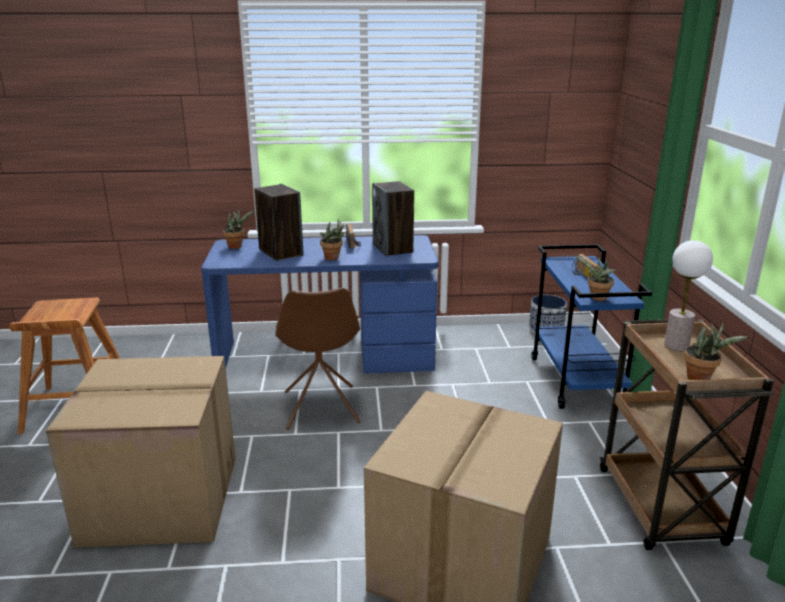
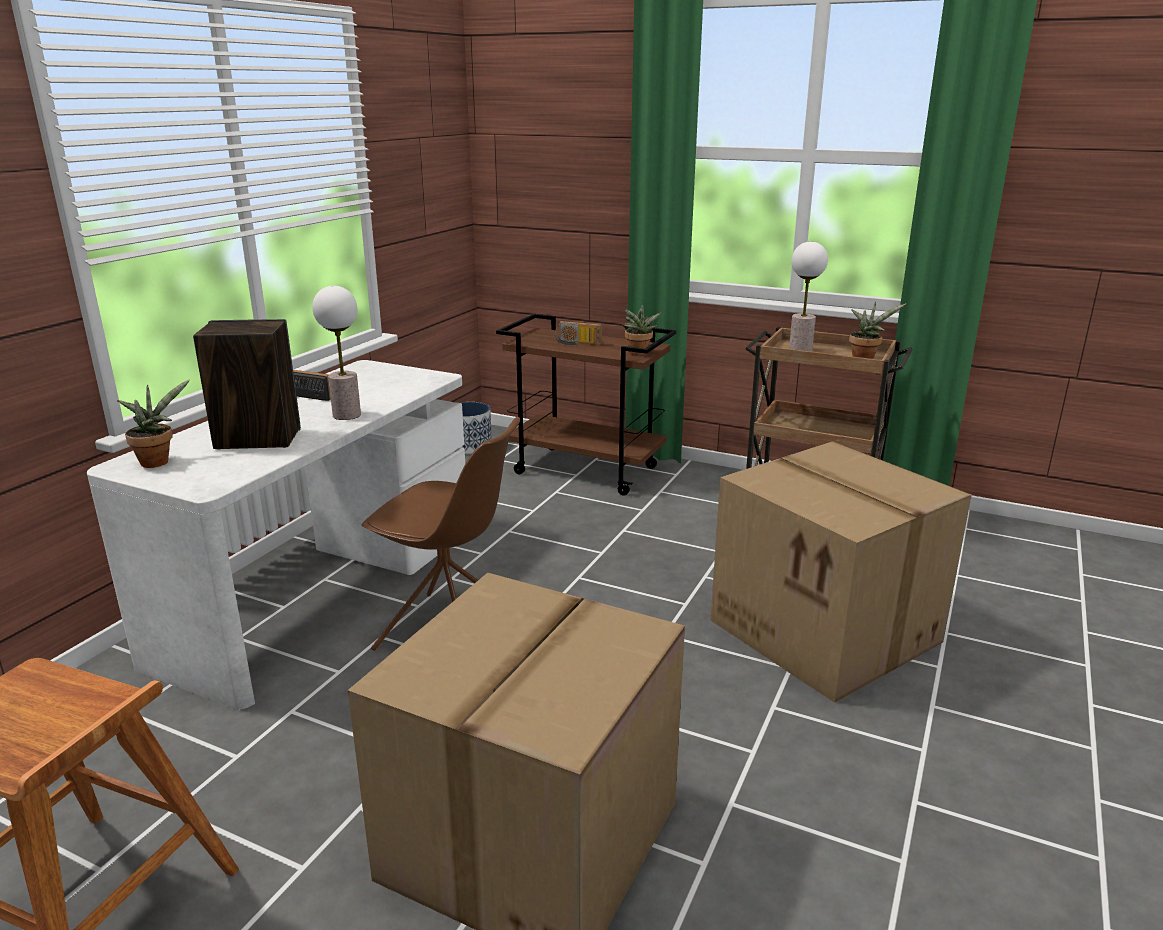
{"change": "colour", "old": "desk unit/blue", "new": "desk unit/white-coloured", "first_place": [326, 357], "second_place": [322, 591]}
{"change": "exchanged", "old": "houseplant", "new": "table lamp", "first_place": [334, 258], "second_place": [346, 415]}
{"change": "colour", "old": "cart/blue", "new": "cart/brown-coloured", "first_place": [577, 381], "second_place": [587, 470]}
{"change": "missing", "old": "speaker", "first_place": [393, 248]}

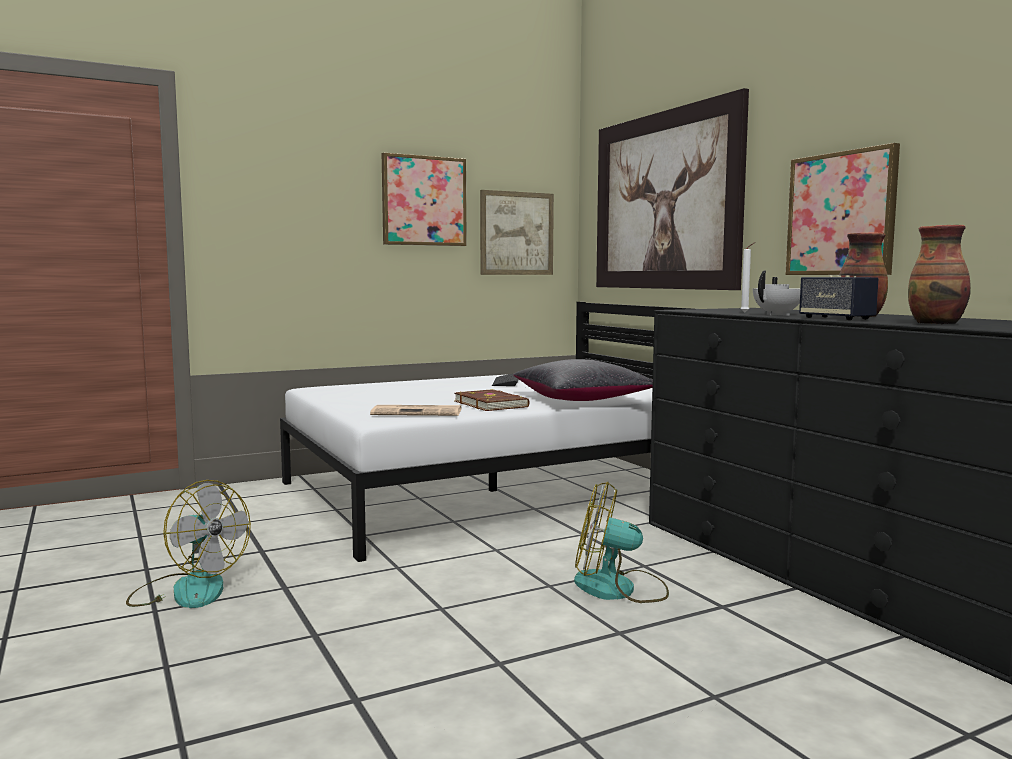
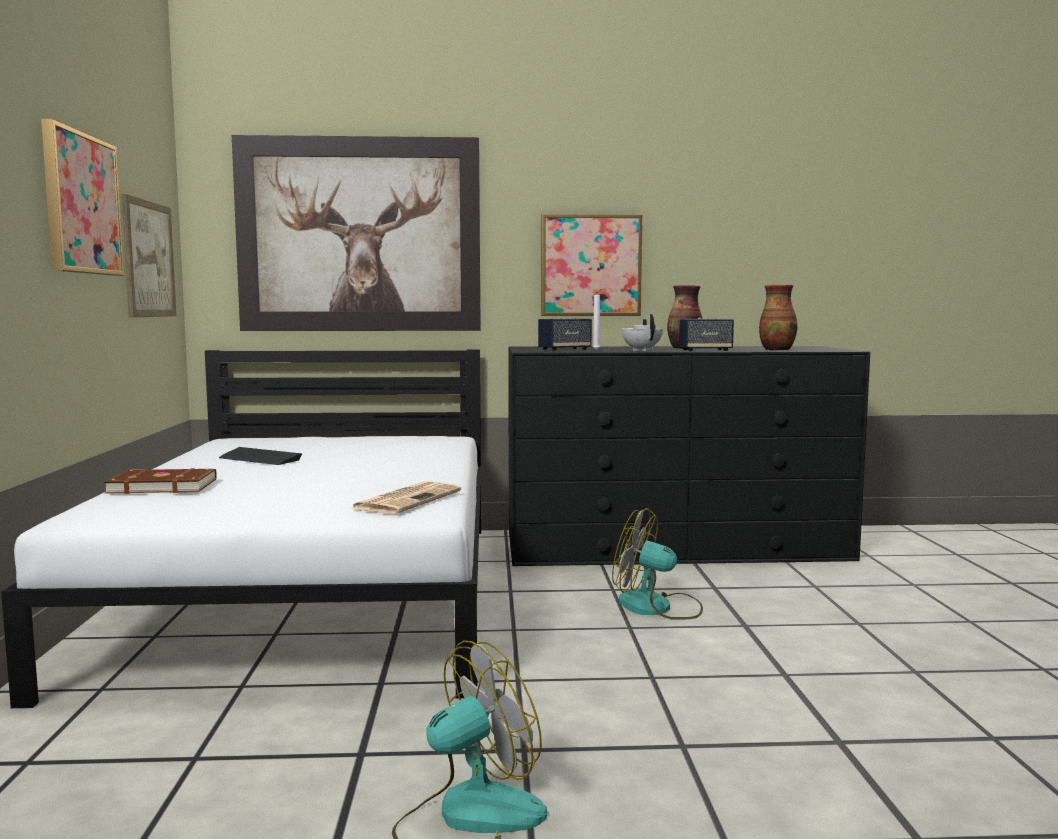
{"change": "relocated", "old": "bound book/brown-coloured", "first_place": [491, 404], "second_place": [162, 486]}
{"change": "appeared", "new": "speaker", "second_place": [564, 349]}
{"change": "spun", "old": "fan", "first_place": [619, 589], "second_place": [657, 607], "degrees": 75}
{"change": "missing", "old": "cushion/black-coloured", "first_place": [581, 399]}

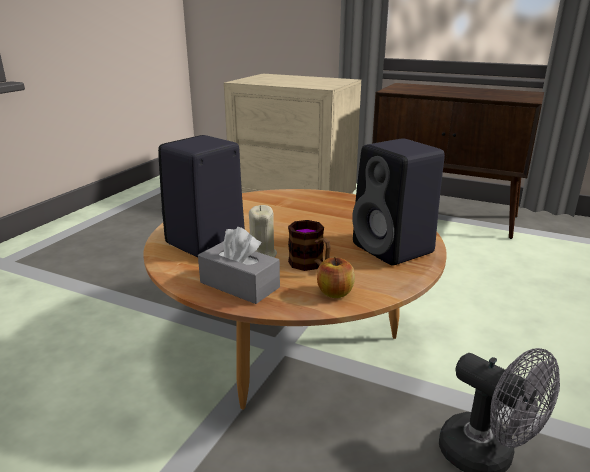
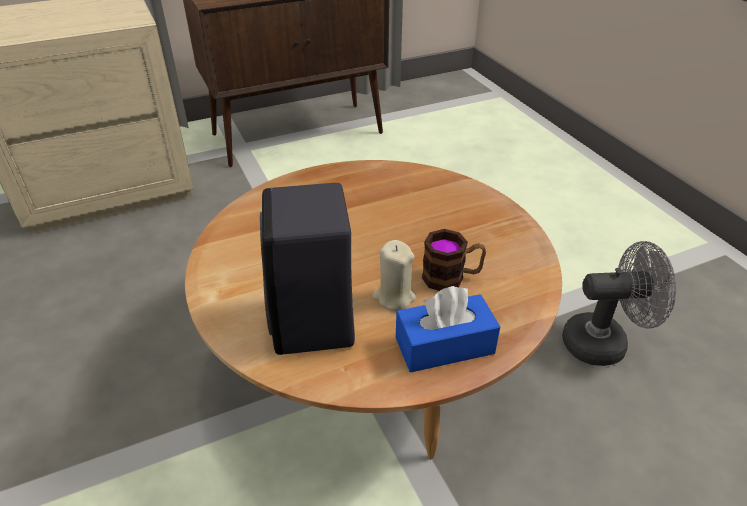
{"change": "colour", "old": "tissue box/gray", "new": "tissue box/blue", "first_place": [239, 285], "second_place": [444, 345]}
{"change": "missing", "old": "apple fruit", "first_place": [335, 293]}
{"change": "missing", "old": "speaker/black-coloured", "first_place": [395, 249]}

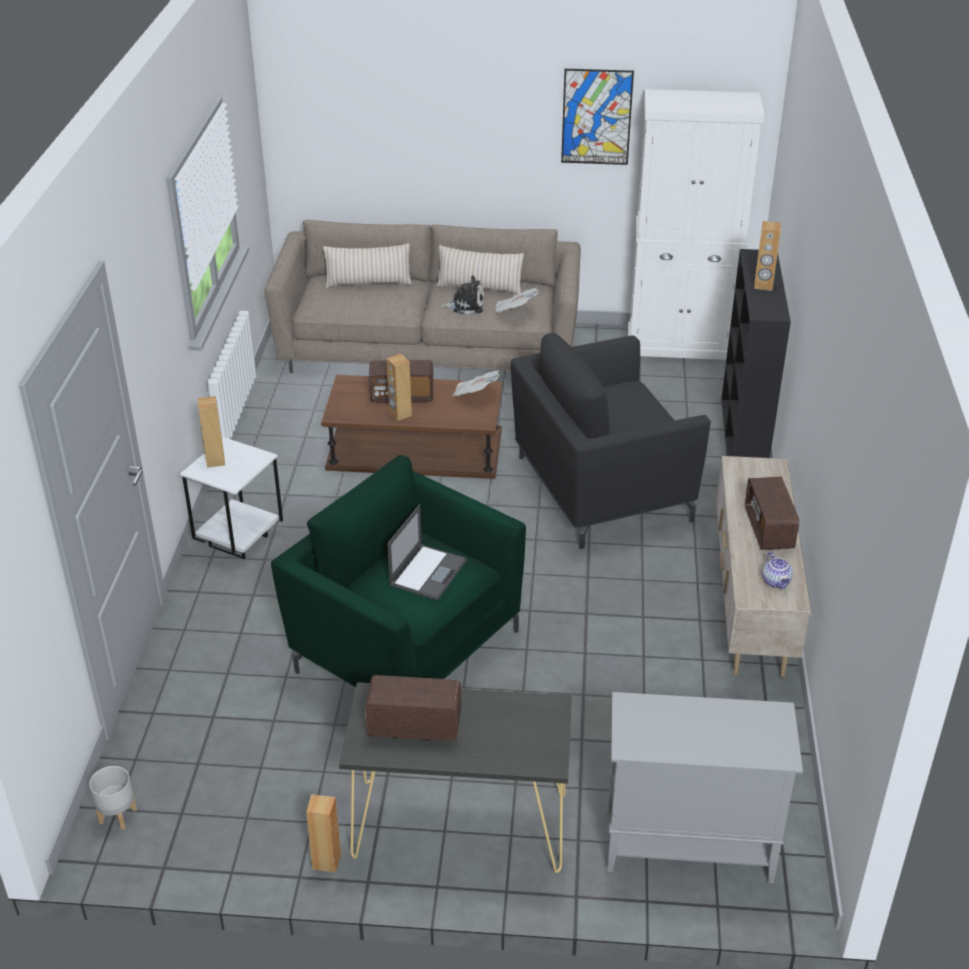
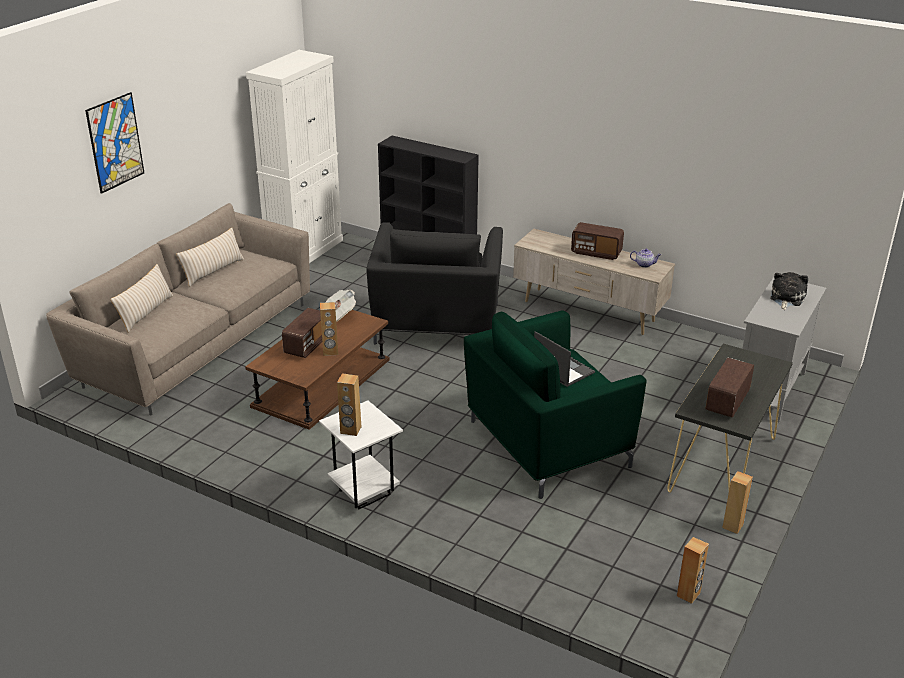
{"change": "relocated", "old": "picture", "first_place": [596, 117], "second_place": [115, 142]}
{"change": "relocated", "old": "speaker/brown-coloured", "first_place": [763, 285], "second_place": [688, 594]}
{"change": "relocated", "old": "soft toy", "first_place": [466, 305], "second_place": [786, 298]}
{"change": "missing", "old": "flower pot/gray", "first_place": [117, 815]}
{"change": "missing", "old": "newspaper", "first_place": [514, 311]}

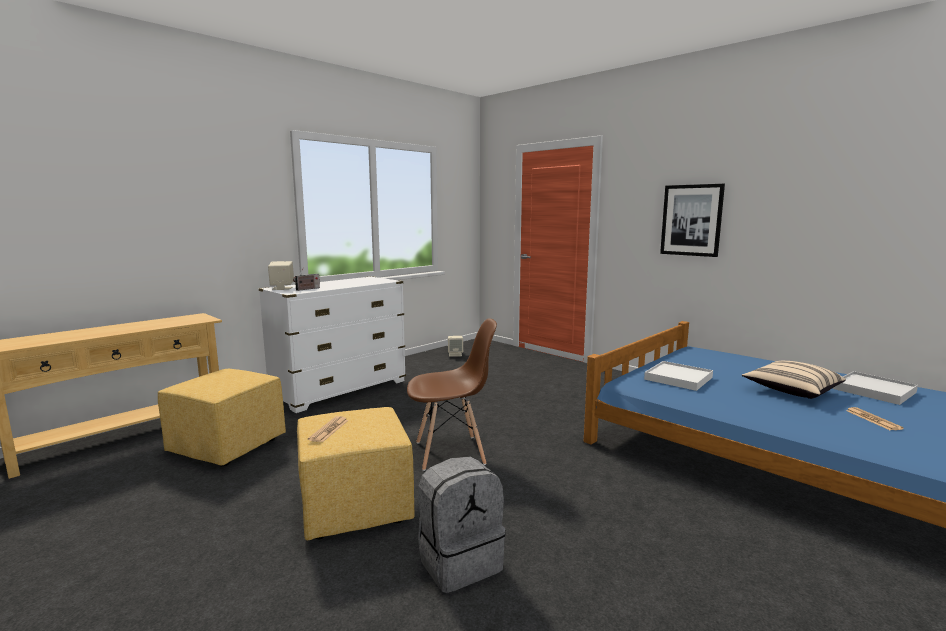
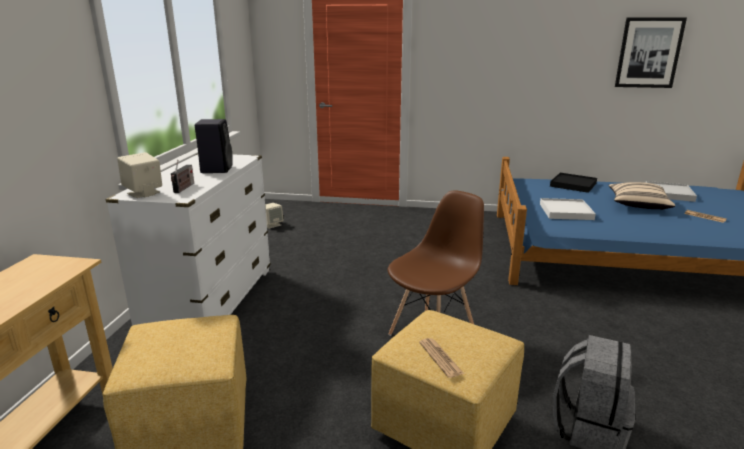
{"change": "appeared", "new": "speaker/black-coloured", "second_place": [216, 169]}
{"change": "appeared", "new": "carrying tray/black-coloured", "second_place": [573, 184]}
{"change": "relocated", "old": "picture", "first_place": [691, 220], "second_place": [649, 53]}

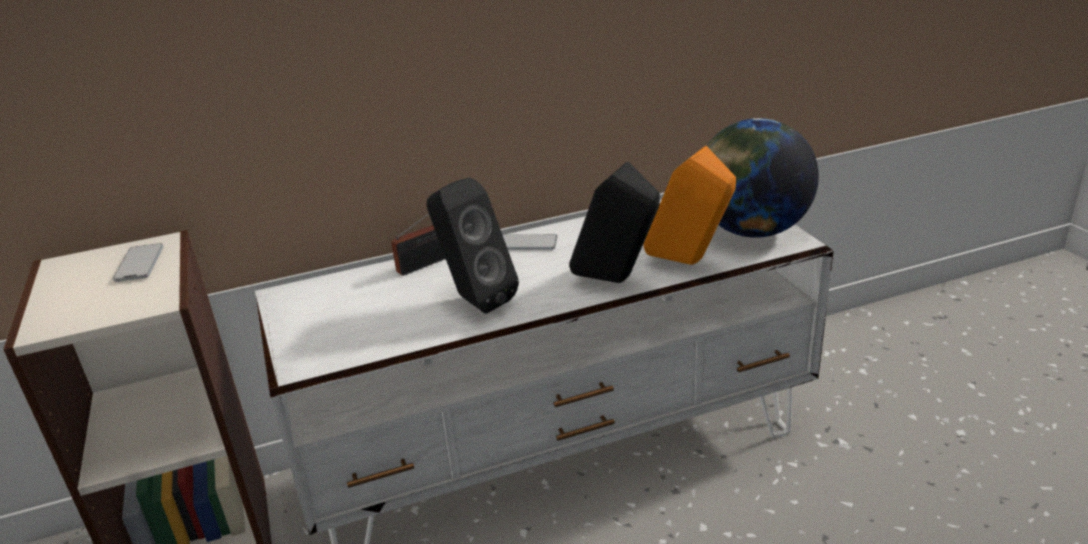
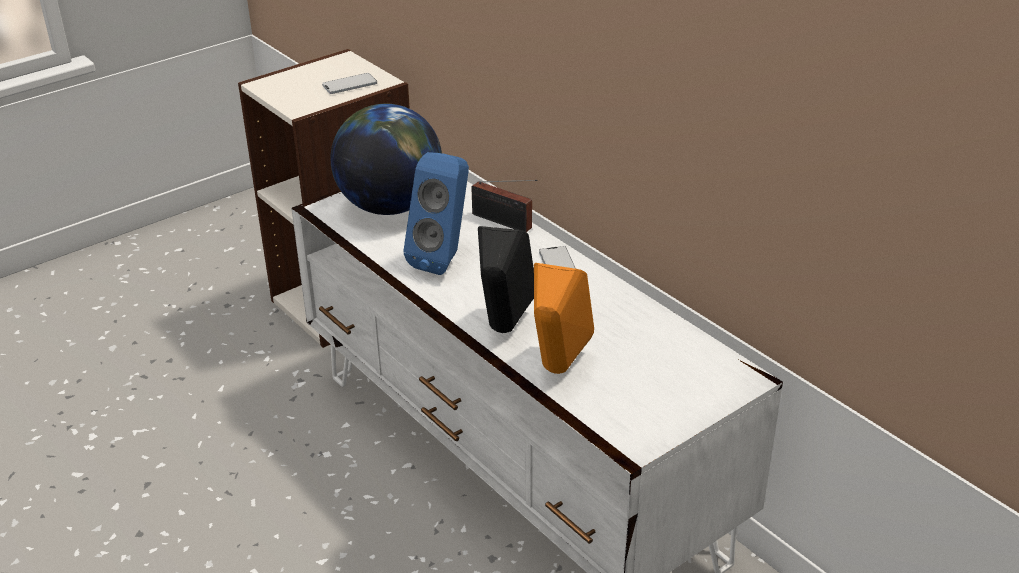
{"change": "relocated", "old": "desk globe", "first_place": [751, 230], "second_place": [390, 206]}
{"change": "colour", "old": "speaker/black-coloured", "new": "speaker/blue", "first_place": [473, 300], "second_place": [444, 259]}

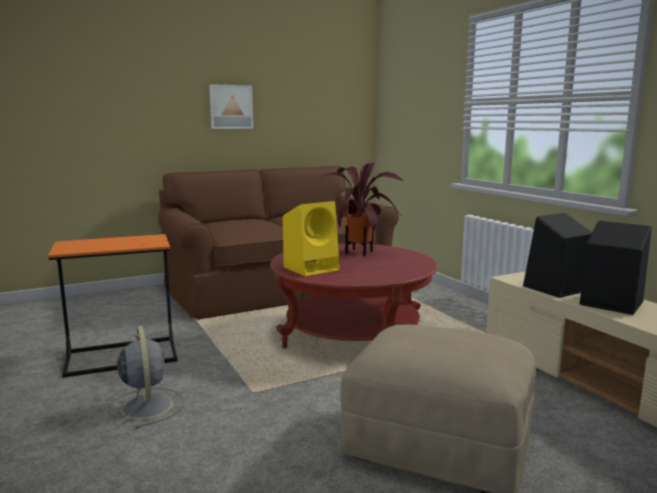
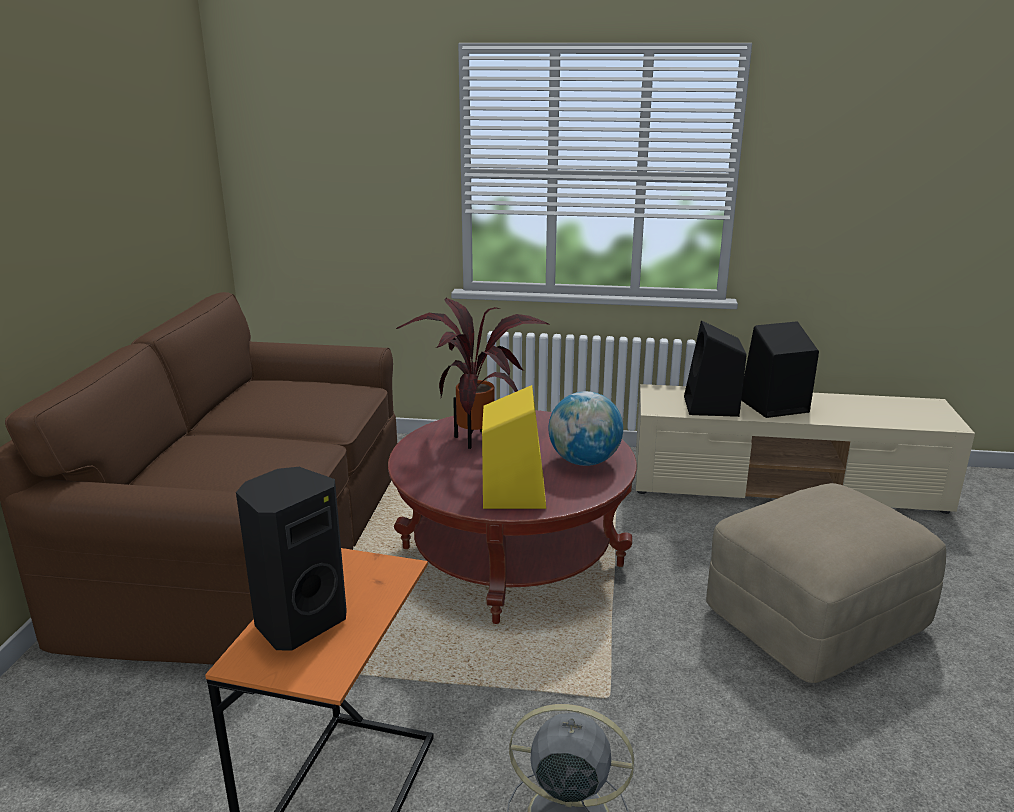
{"change": "appeared", "new": "speaker/black-coloured", "second_place": [298, 622]}
{"change": "appeared", "new": "desk globe", "second_place": [584, 461]}
{"change": "missing", "old": "picture", "first_place": [230, 107]}

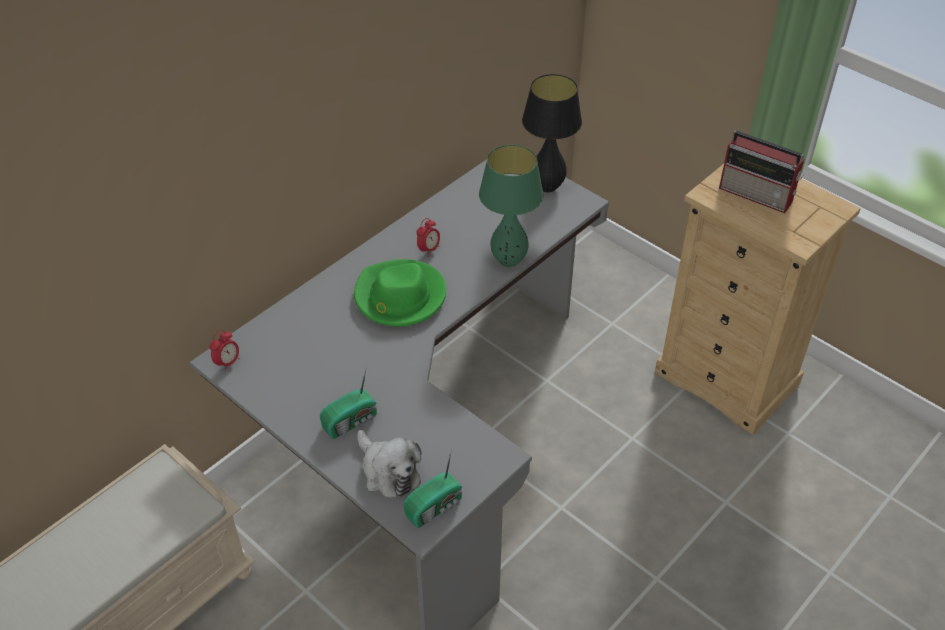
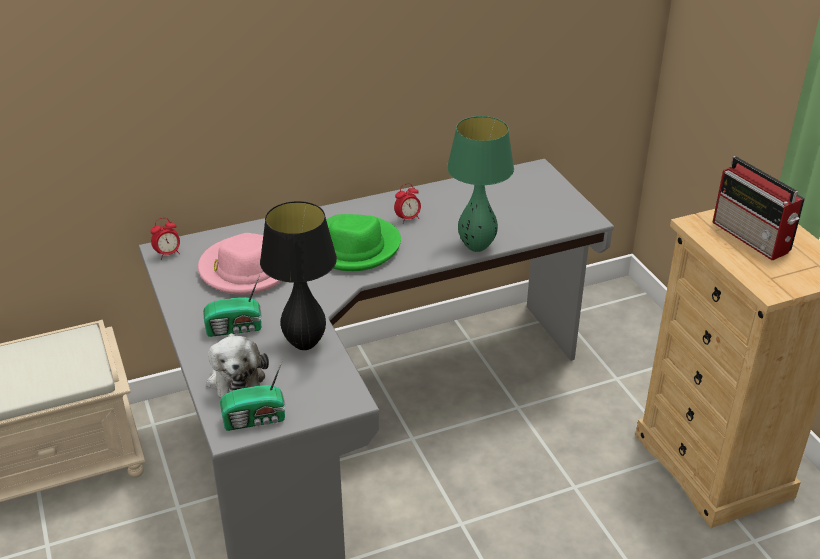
{"change": "appeared", "new": "clothing hat/pink", "second_place": [246, 269]}
{"change": "relocated", "old": "table lamp/black-coloured", "first_place": [547, 187], "second_place": [304, 344]}

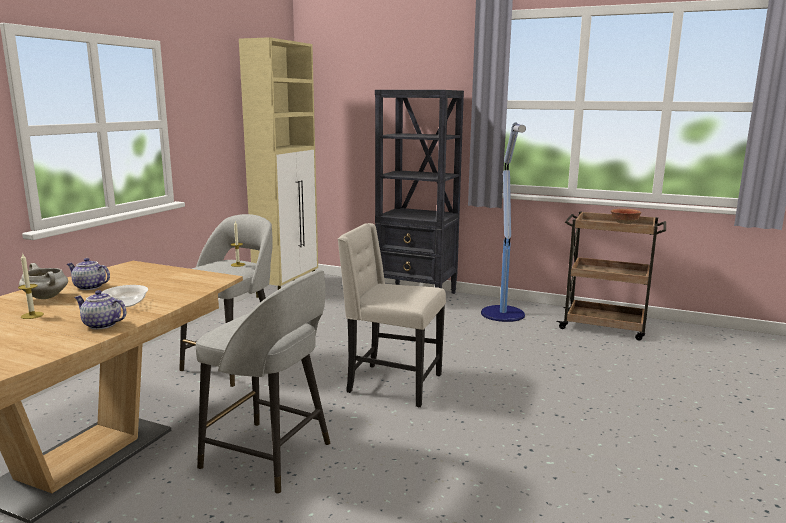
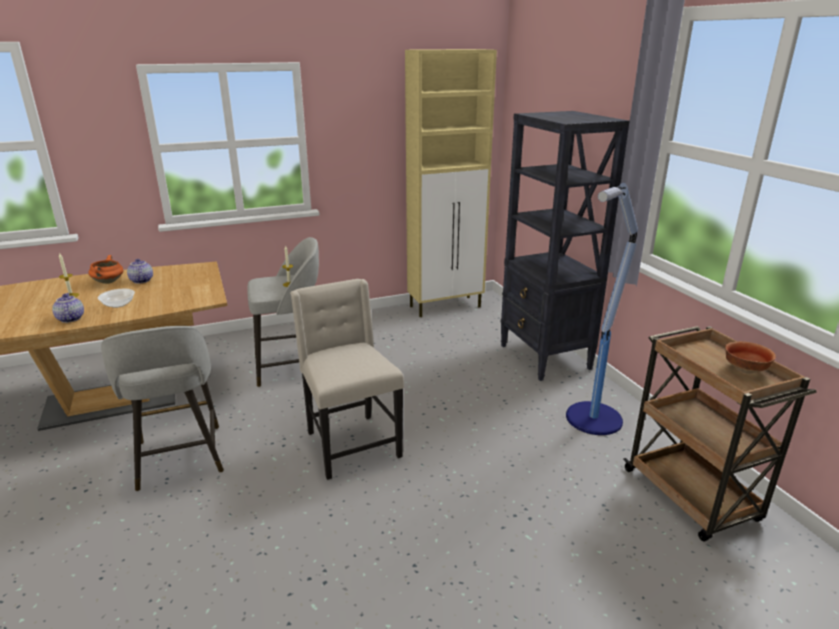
{"change": "colour", "old": "stockpot/white-coloured", "new": "stockpot/orange", "first_place": [47, 297], "second_place": [108, 282]}

